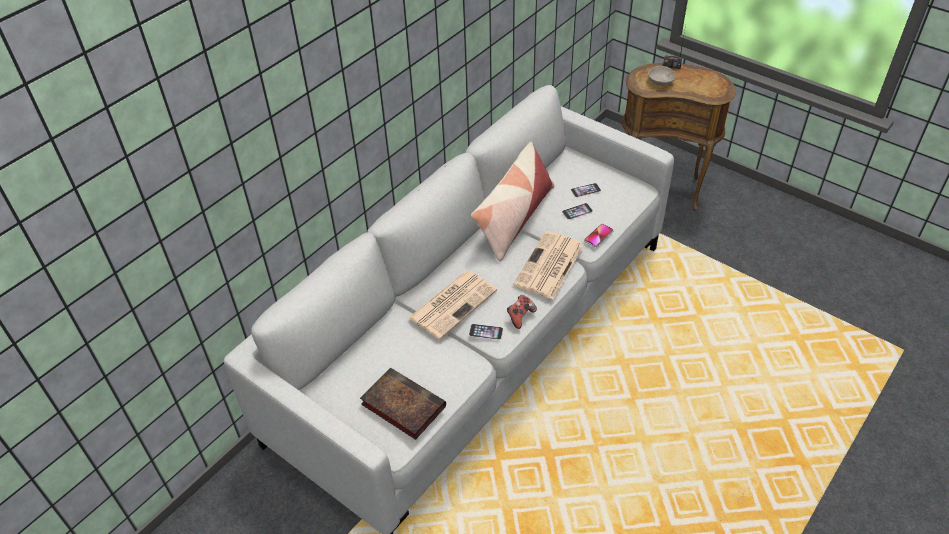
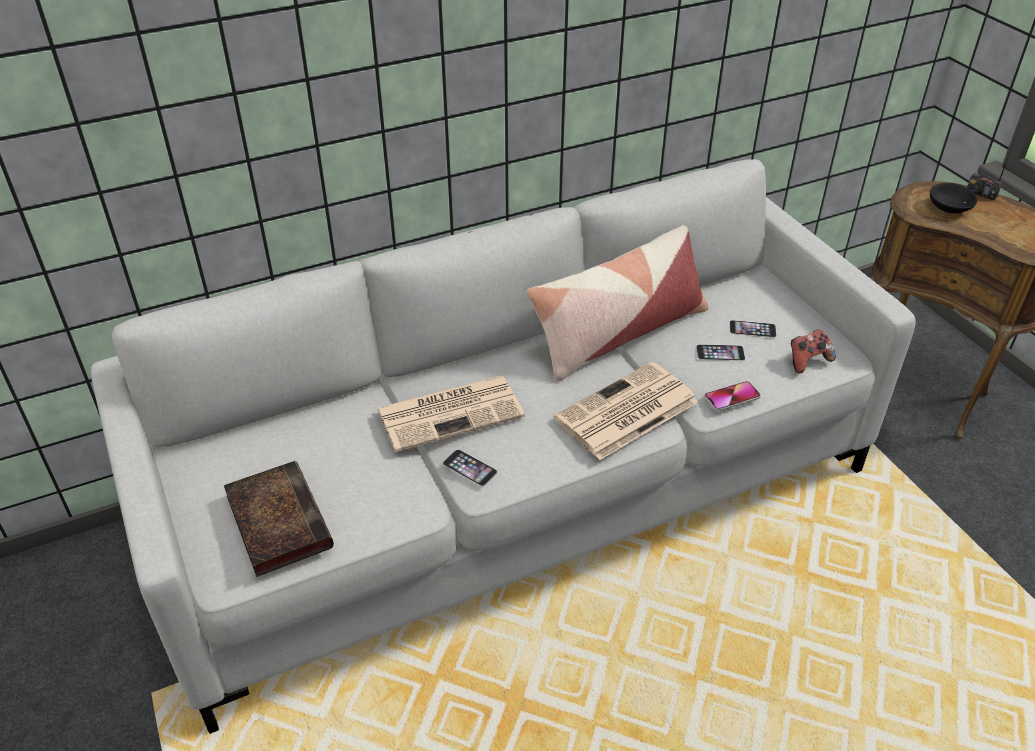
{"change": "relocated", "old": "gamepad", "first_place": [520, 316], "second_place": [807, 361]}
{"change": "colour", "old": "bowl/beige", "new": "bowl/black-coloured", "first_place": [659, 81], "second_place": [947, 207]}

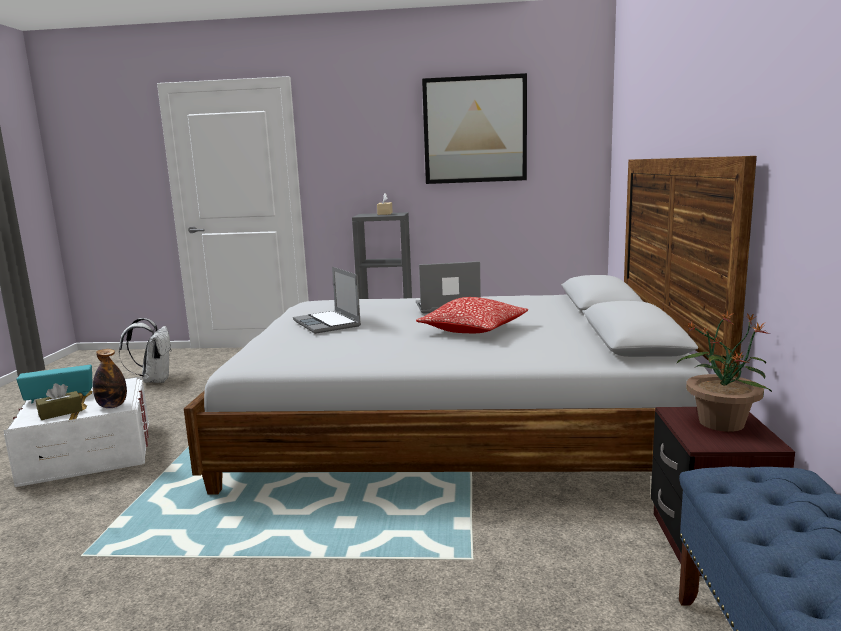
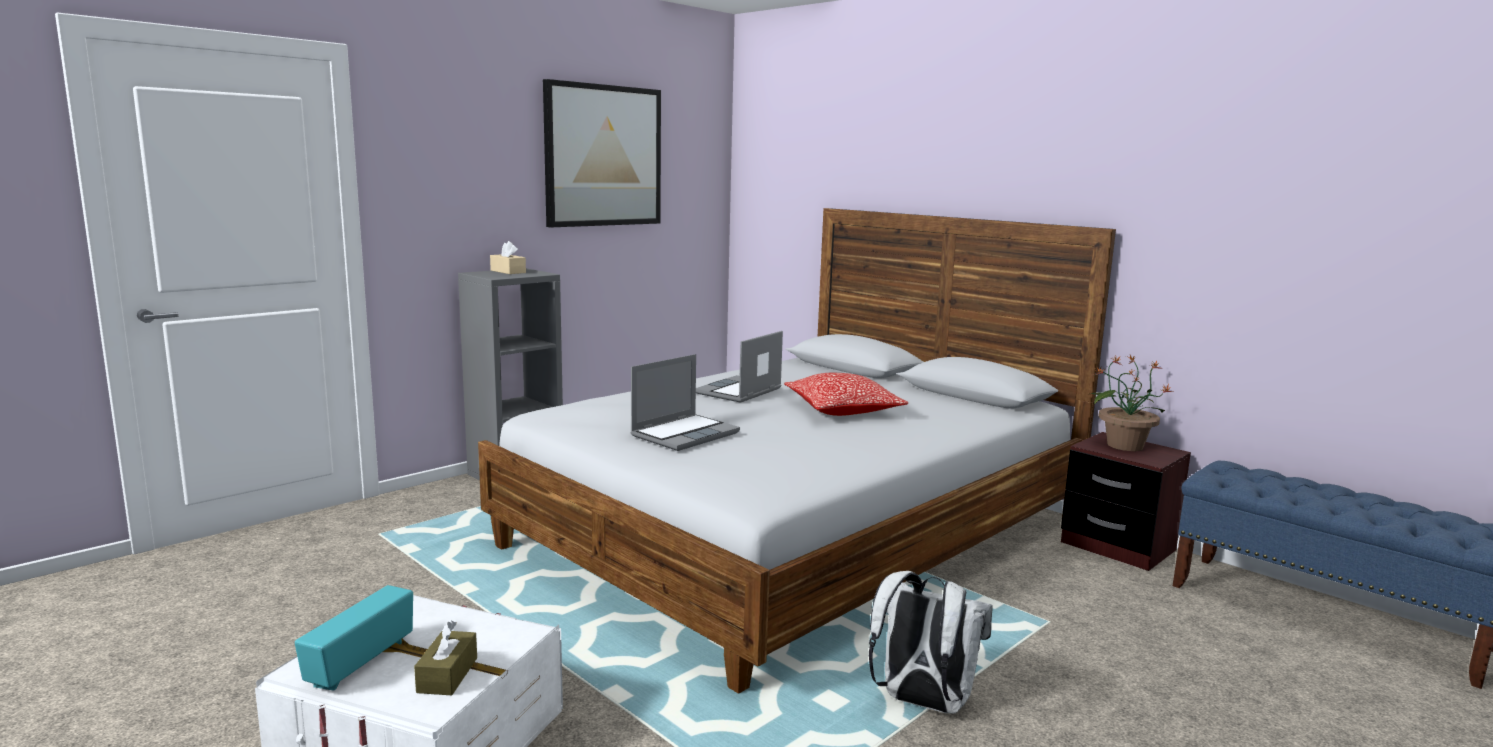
{"change": "spun", "old": "laptop", "first_place": [328, 324], "second_place": [685, 434], "degrees": -60}
{"change": "relocated", "old": "knapsack/white-coloured", "first_place": [154, 380], "second_place": [921, 702]}
{"change": "missing", "old": "beverage bottle", "first_place": [112, 406]}

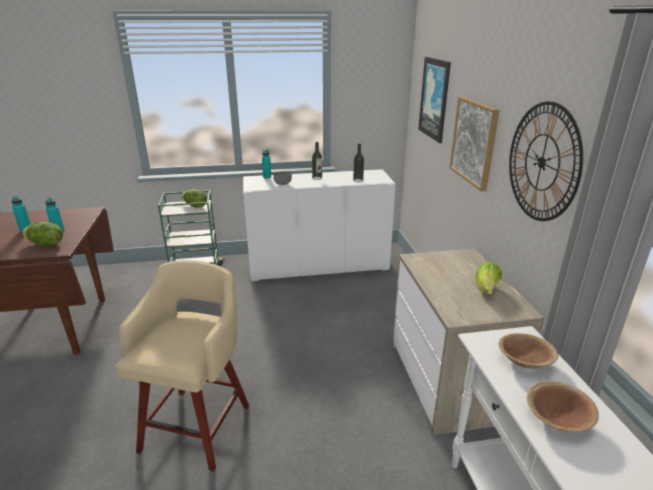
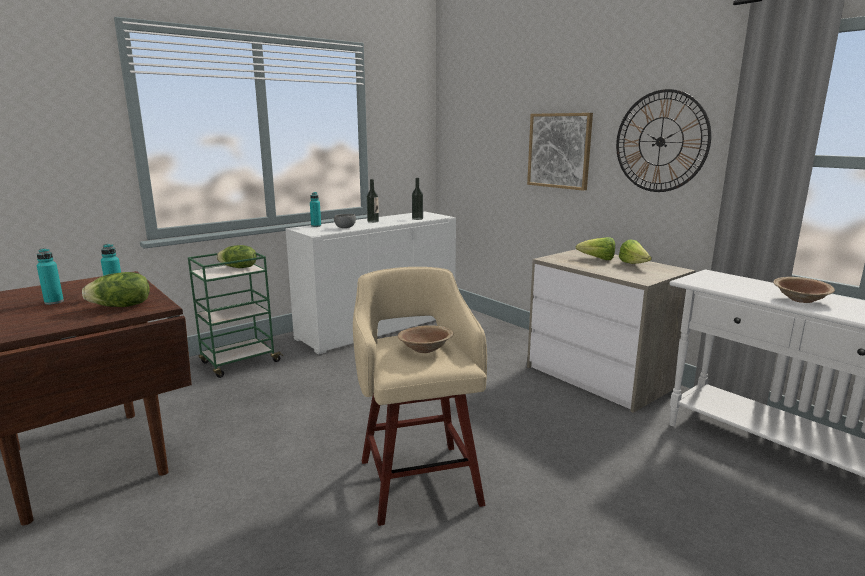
{"change": "relocated", "old": "bowl/brown-coloured", "first_place": [524, 361], "second_place": [425, 349]}
{"change": "appeared", "new": "lettuce", "second_place": [597, 259]}
{"change": "missing", "old": "picture", "first_place": [435, 98]}

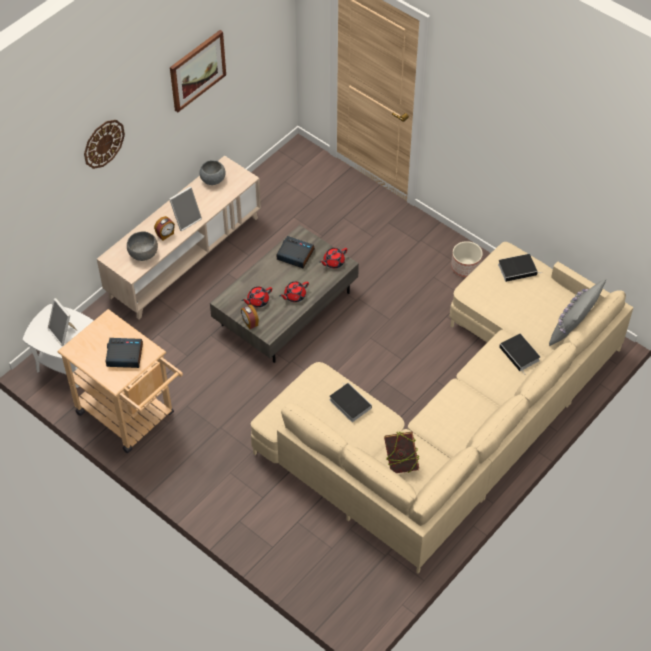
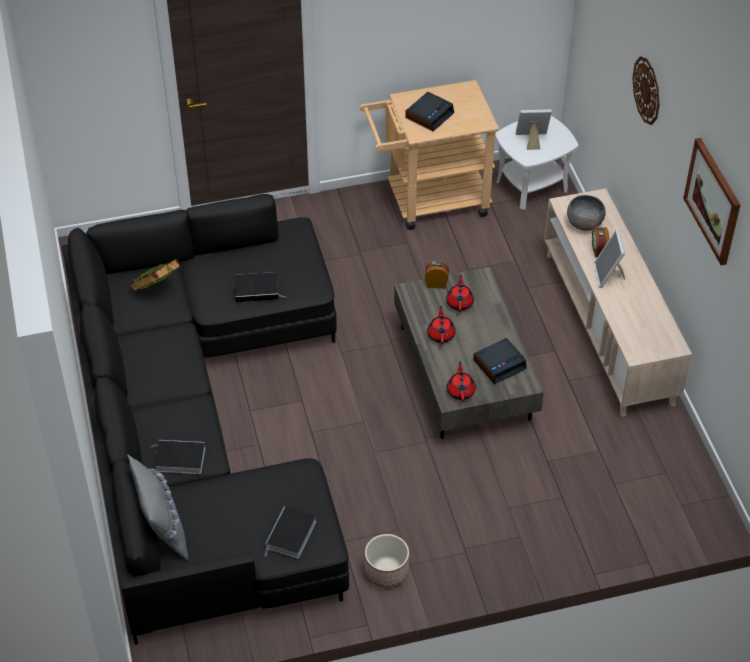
{"change": "colour", "old": "sofa/beige", "new": "sofa/black-coloured", "first_place": [452, 419], "second_place": [200, 429]}
{"change": "missing", "old": "bowl/gray", "first_place": [213, 179]}

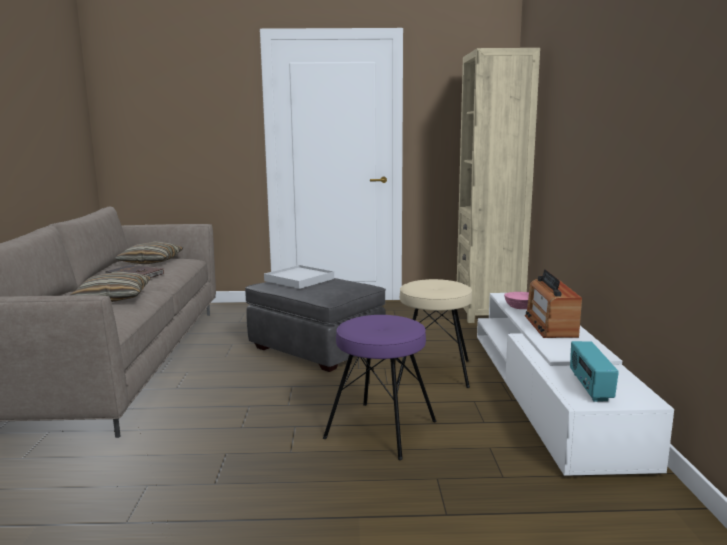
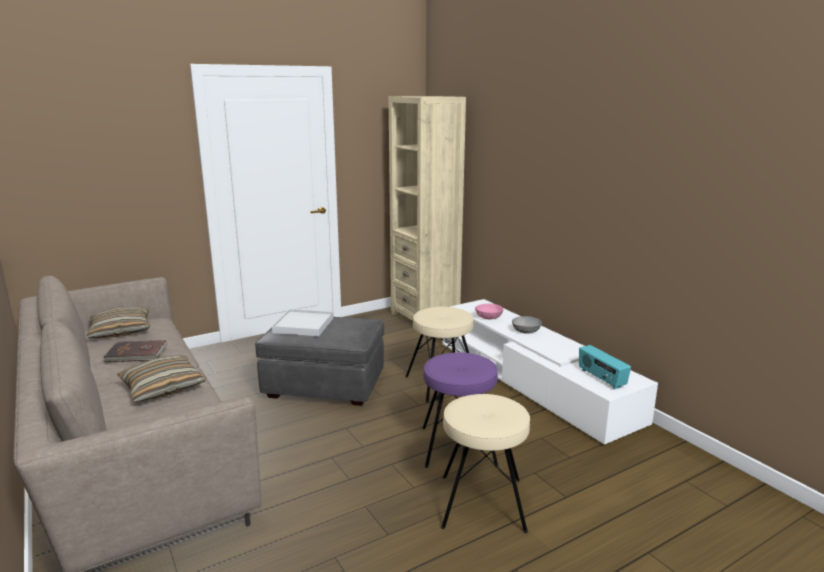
{"change": "appeared", "new": "stool seat/beige", "second_place": [482, 503]}
{"change": "exchanged", "old": "radio", "new": "bowl/gray", "first_place": [550, 326], "second_place": [526, 331]}

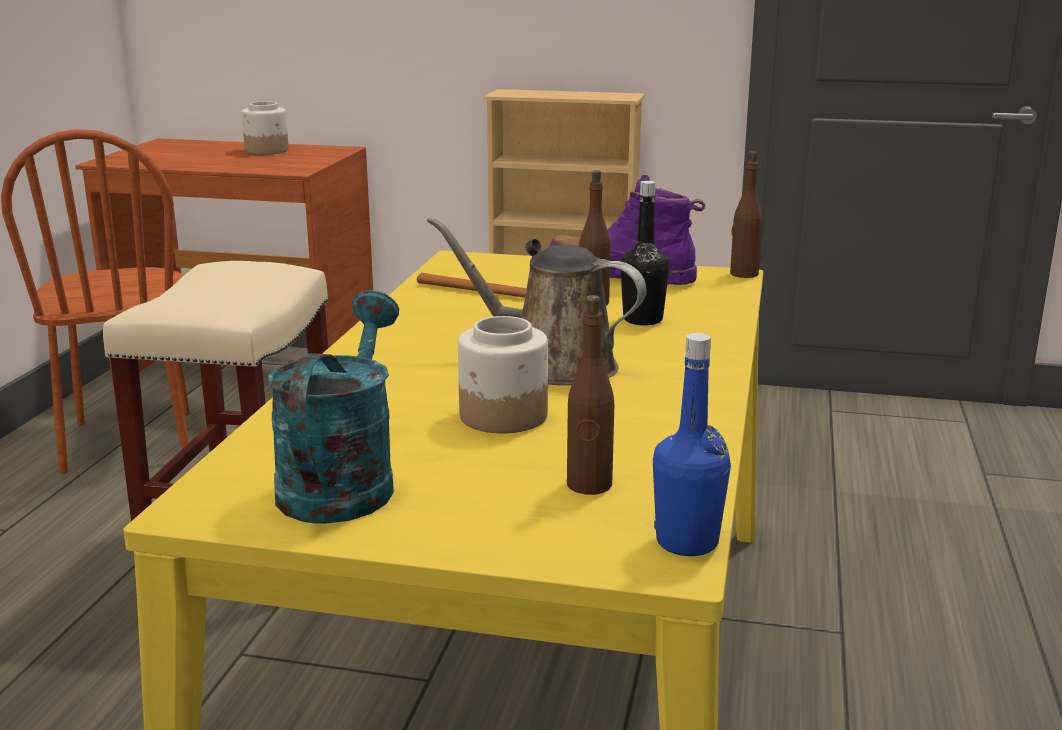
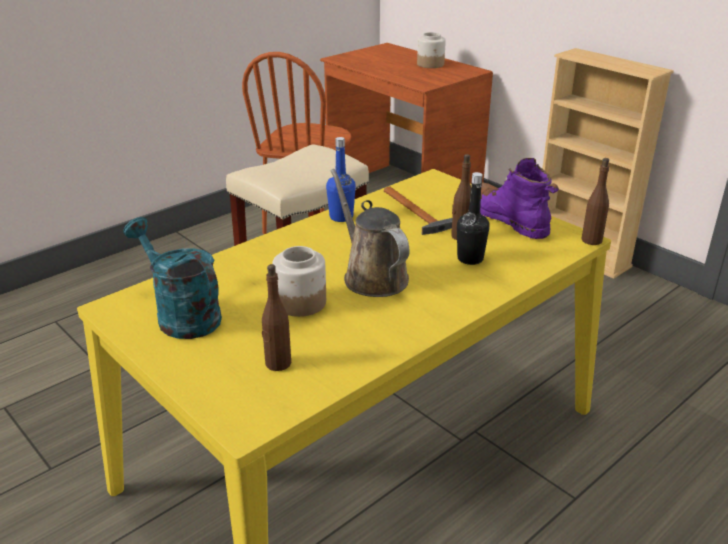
{"change": "spun", "old": "watering pot/turquoise-coloured", "first_place": [342, 481], "second_place": [181, 315], "degrees": -90}
{"change": "relocated", "old": "beverage bottle/blue", "first_place": [687, 542], "second_place": [341, 217]}

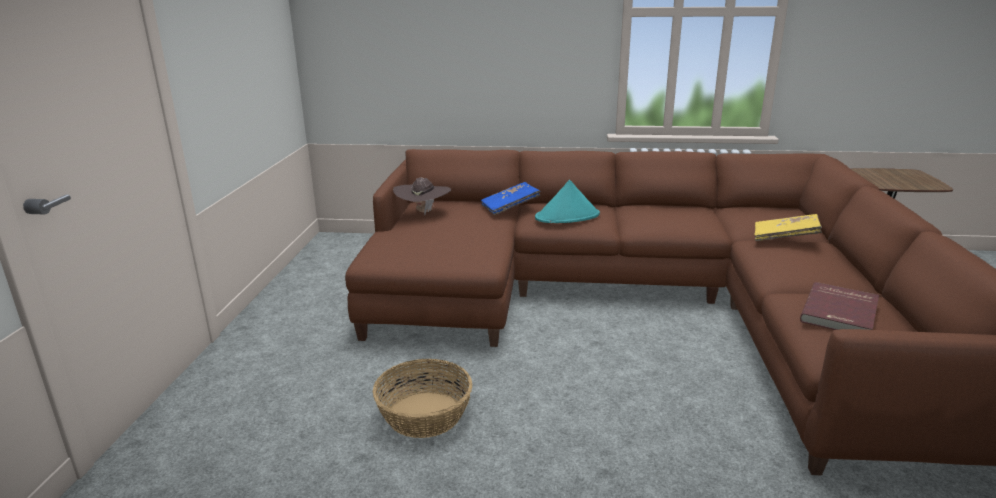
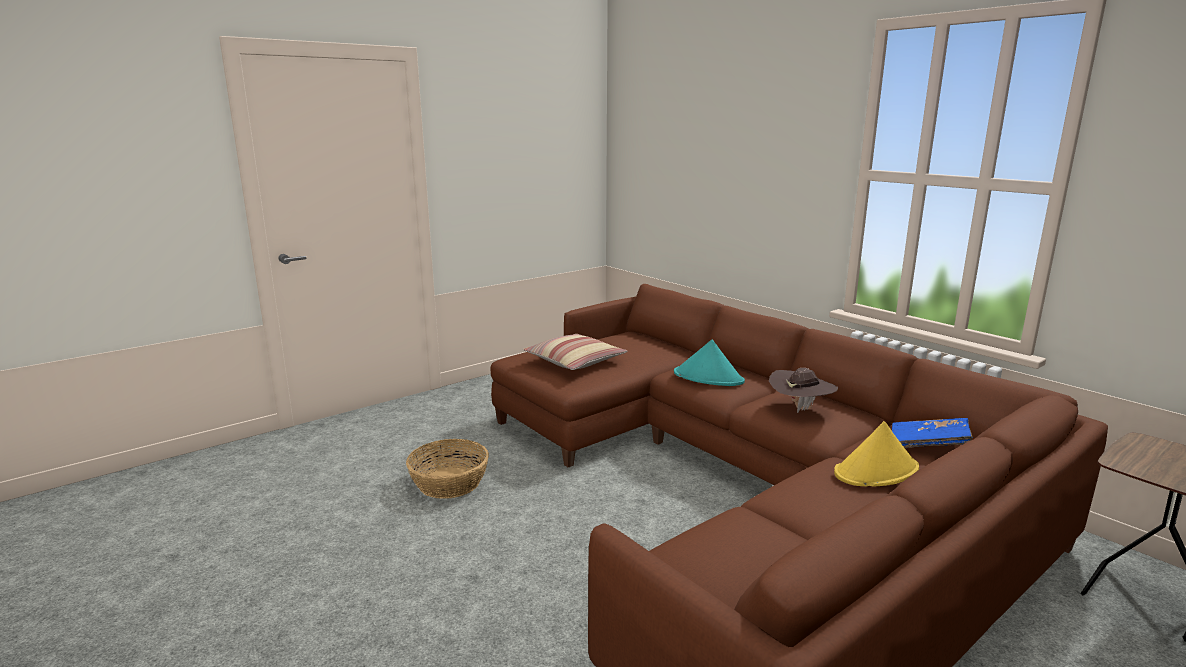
{"change": "appeared", "new": "cushion", "second_place": [575, 361]}
{"change": "relocated", "old": "clothing hat/brown-coloured", "first_place": [423, 212], "second_place": [800, 409]}
{"change": "exchanged", "old": "bound book/yellow-coloured", "new": "clothing hat/yellow-coloured", "first_place": [785, 238], "second_place": [876, 471]}
{"change": "relocated", "old": "bound book/blue", "first_place": [510, 207], "second_place": [928, 445]}
{"change": "missing", "old": "bound book/red-coloured", "first_place": [841, 313]}

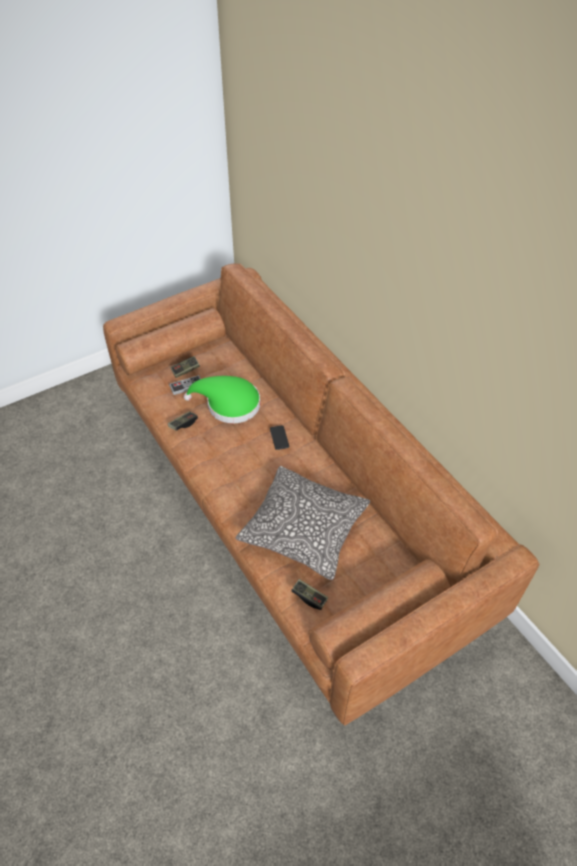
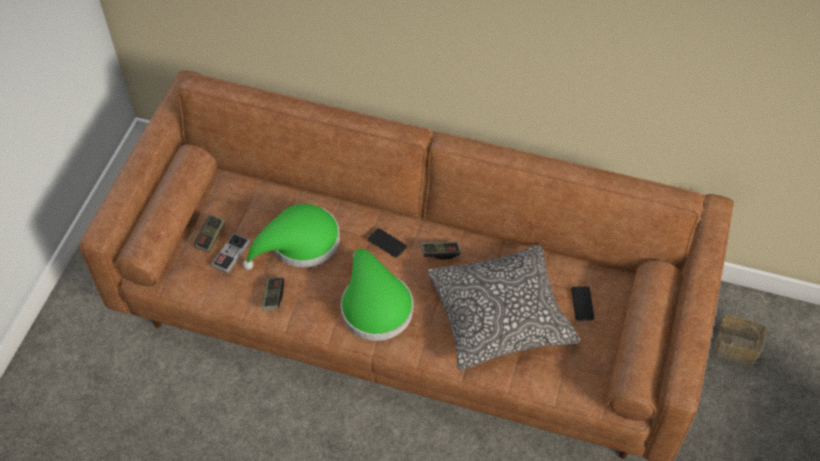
{"change": "appeared", "new": "clothing hat/green-coloured", "second_place": [374, 305]}
{"change": "relocated", "old": "gamepad", "first_place": [309, 597], "second_place": [440, 252]}
{"change": "appeared", "new": "phone", "second_place": [582, 304]}
{"change": "appeared", "new": "basket", "second_place": [733, 349]}

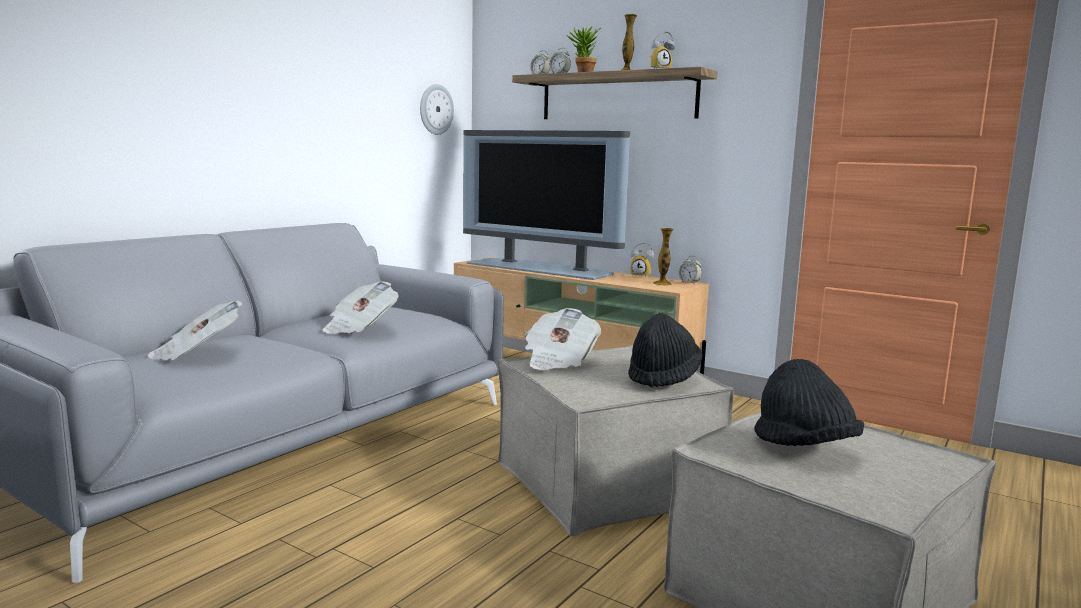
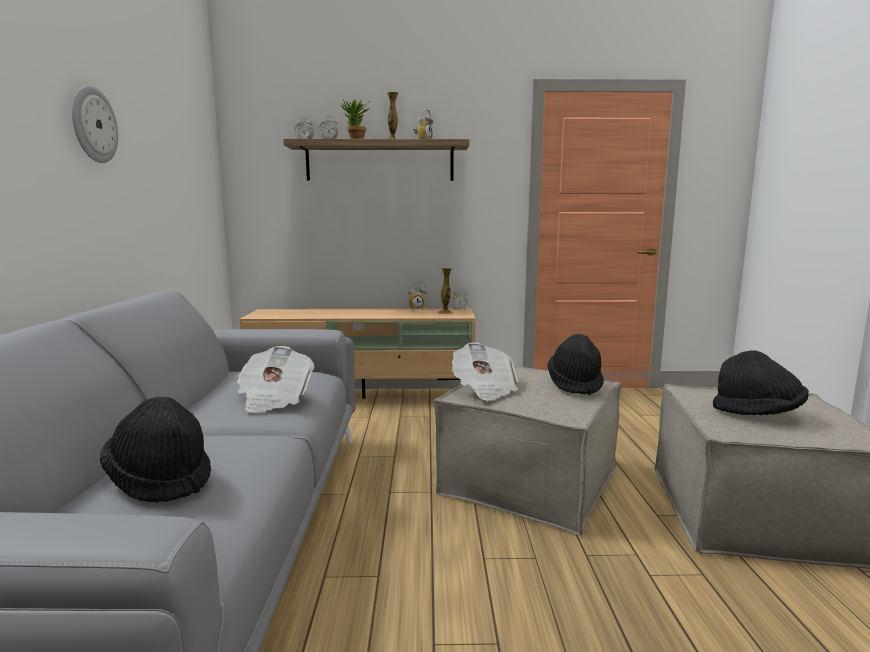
{"change": "relocated", "old": "hanging clock", "first_place": [435, 109], "second_place": [93, 125]}
{"change": "exchanged", "old": "newspaper", "new": "clothing hat/black-coloured", "first_place": [197, 354], "second_place": [161, 480]}
{"change": "missing", "old": "TV", "first_place": [540, 268]}

